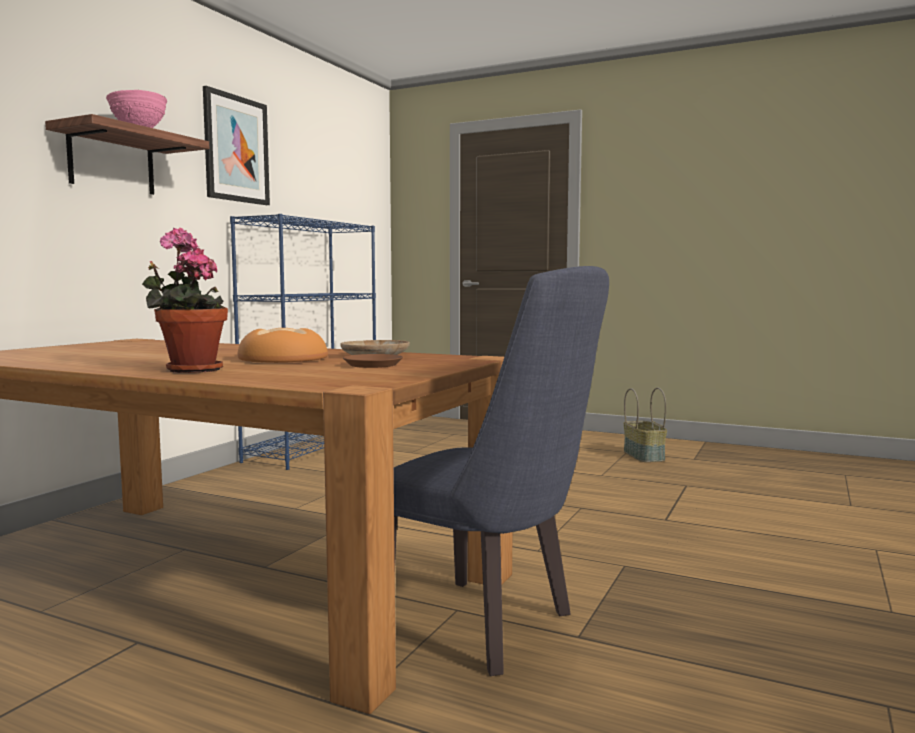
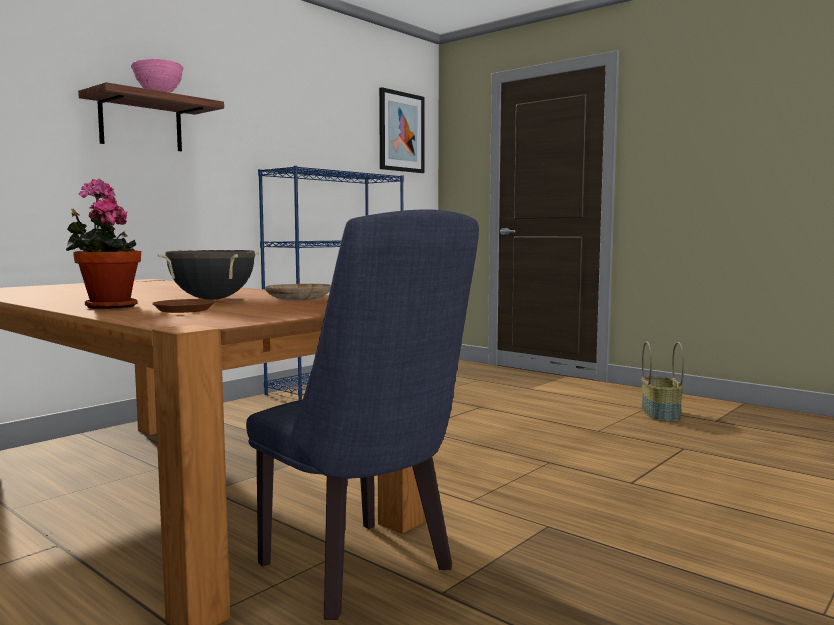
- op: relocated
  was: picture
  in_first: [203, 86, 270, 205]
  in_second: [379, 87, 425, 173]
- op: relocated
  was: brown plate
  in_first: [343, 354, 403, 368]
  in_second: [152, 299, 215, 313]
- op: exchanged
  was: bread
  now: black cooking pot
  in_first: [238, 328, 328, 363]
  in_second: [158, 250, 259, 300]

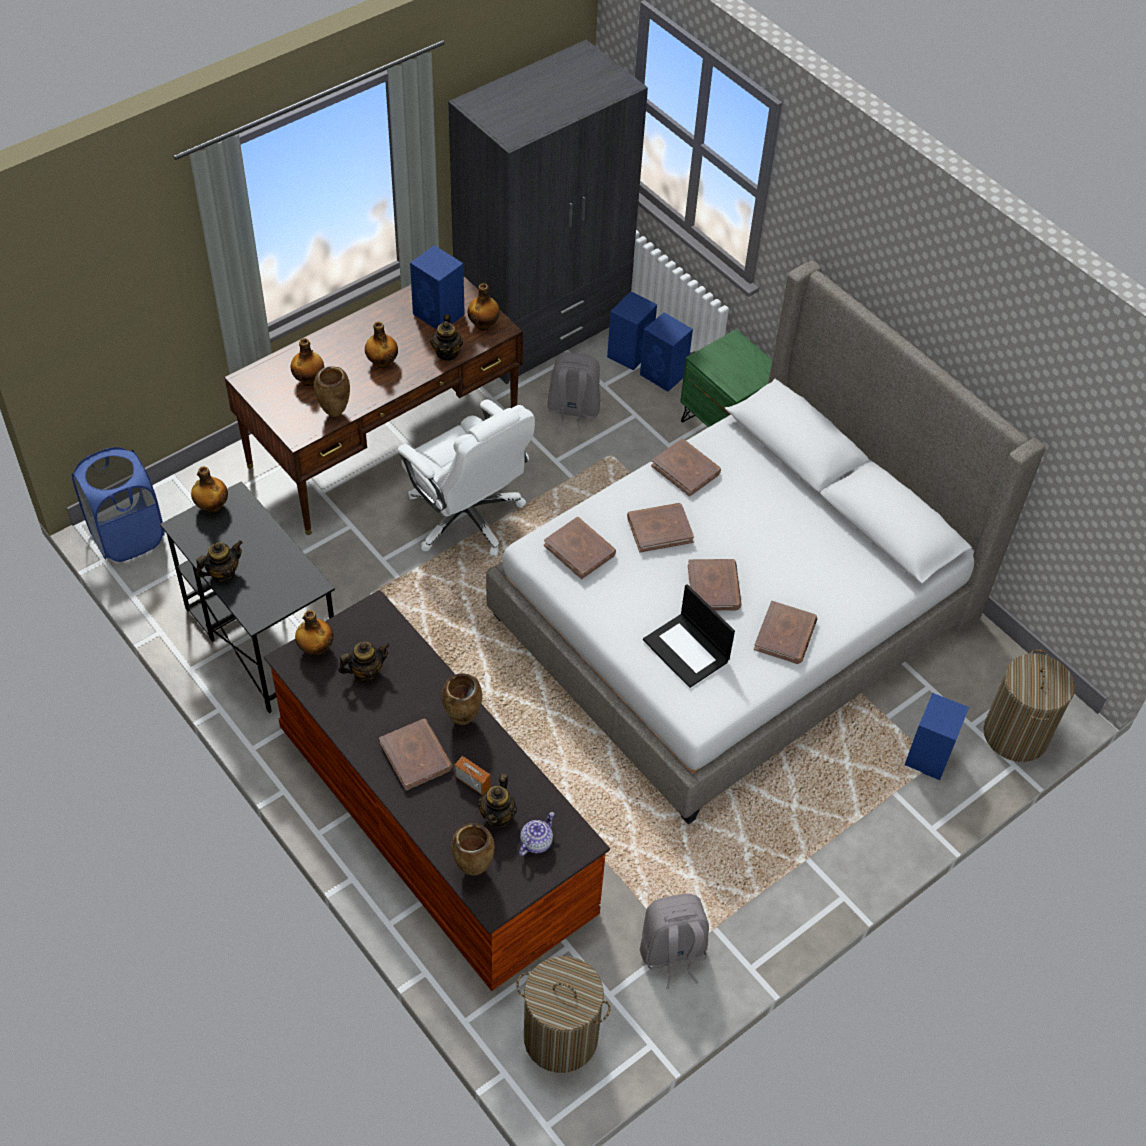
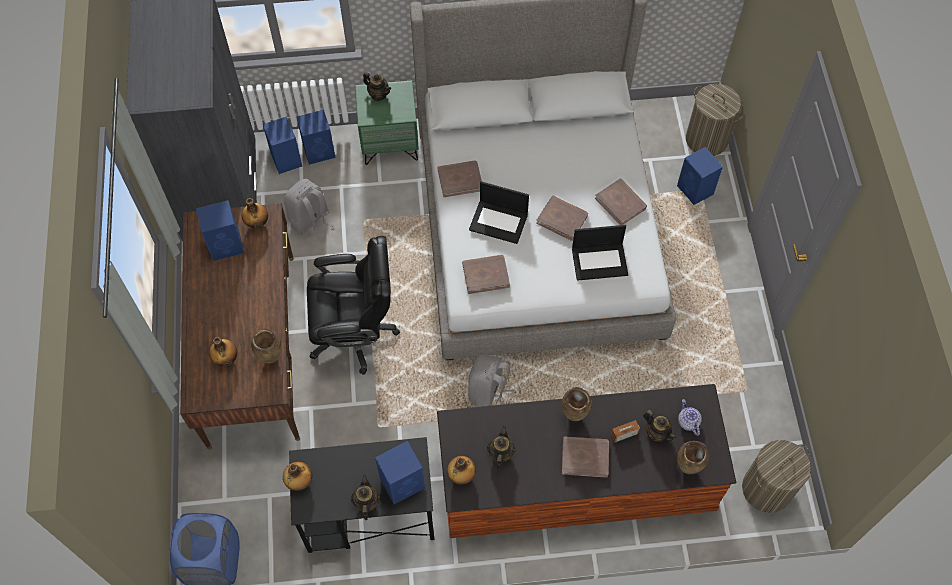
- op: missing
  was: bottle
  in_first: [365, 322, 398, 368]
- op: appeared
  now: blue speaker
  in_second: [375, 441, 425, 504]
- op: relocated
  was: teapot
  in_first: [430, 314, 463, 361]
  in_second: [363, 72, 391, 101]
- op: relocated
  was: grey backpack
  in_first: [640, 894, 709, 989]
  in_second: [468, 354, 515, 407]
- op: exchanged
  was: brown book
  now: laptop
  in_first: [627, 503, 694, 552]
  in_second: [469, 181, 529, 244]
- op: colour
  was: white office chair
  now: black office chair
  in_first: [397, 399, 535, 556]
  in_second: [307, 236, 400, 375]

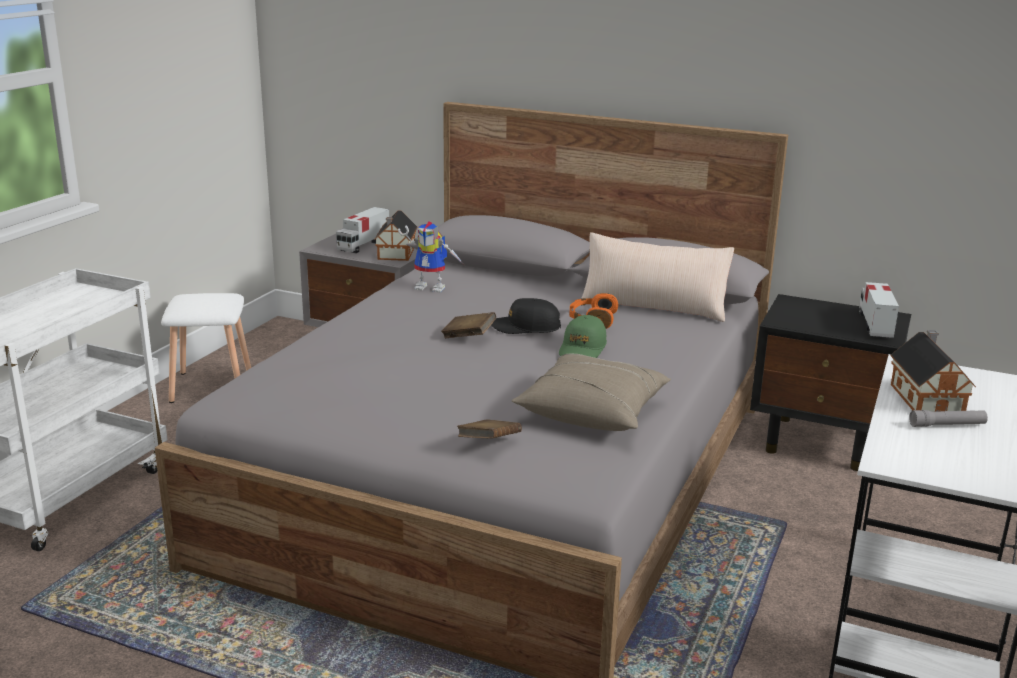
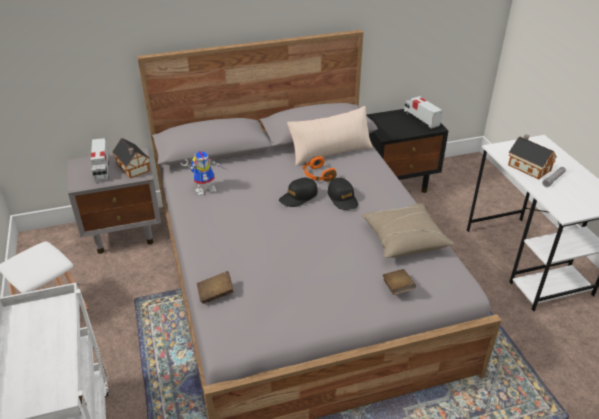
- op: relocated
  was: brown book
  in_first: [441, 312, 496, 338]
  in_second: [197, 271, 234, 304]
- op: colour
  was: green cap
  now: black cap
  in_first: [559, 315, 607, 358]
  in_second: [328, 178, 358, 210]

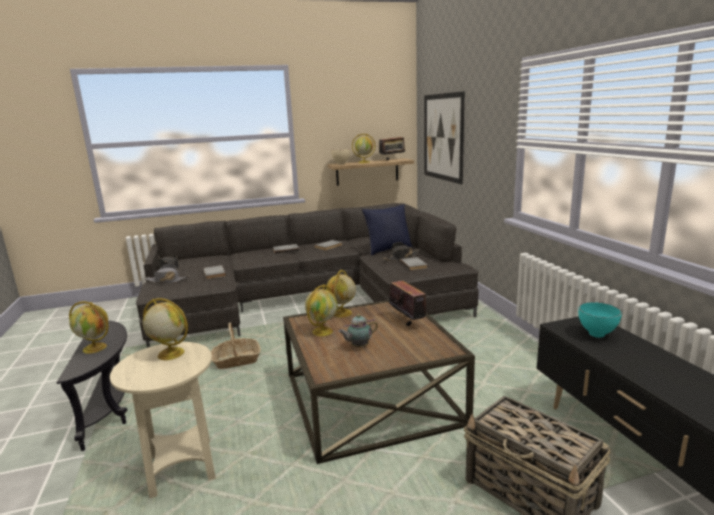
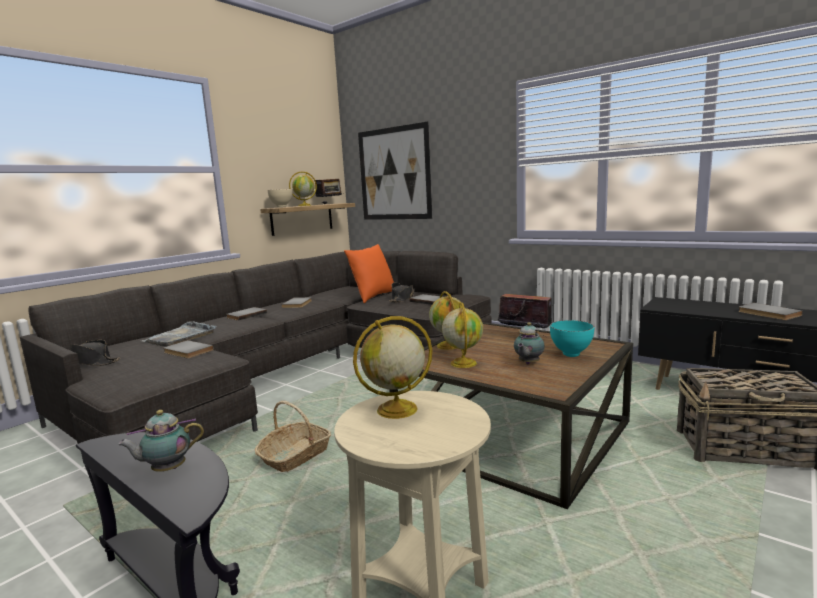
- op: missing
  was: grey hat
  in_first: [145, 264, 189, 283]
- op: appeared
  now: grey tray
  in_second: [142, 321, 217, 347]
- op: appeared
  now: grey book
  in_second: [738, 303, 803, 320]
- op: relocated
  was: turquoise bowl
  in_first: [578, 302, 622, 338]
  in_second: [550, 320, 594, 357]
- op: exchanged
  was: globe
  now: teapot
  in_first: [69, 301, 108, 354]
  in_second: [118, 410, 204, 472]
- op: colour
  was: blue pillow
  now: orange pillow
  in_first: [362, 204, 413, 255]
  in_second: [344, 244, 394, 303]

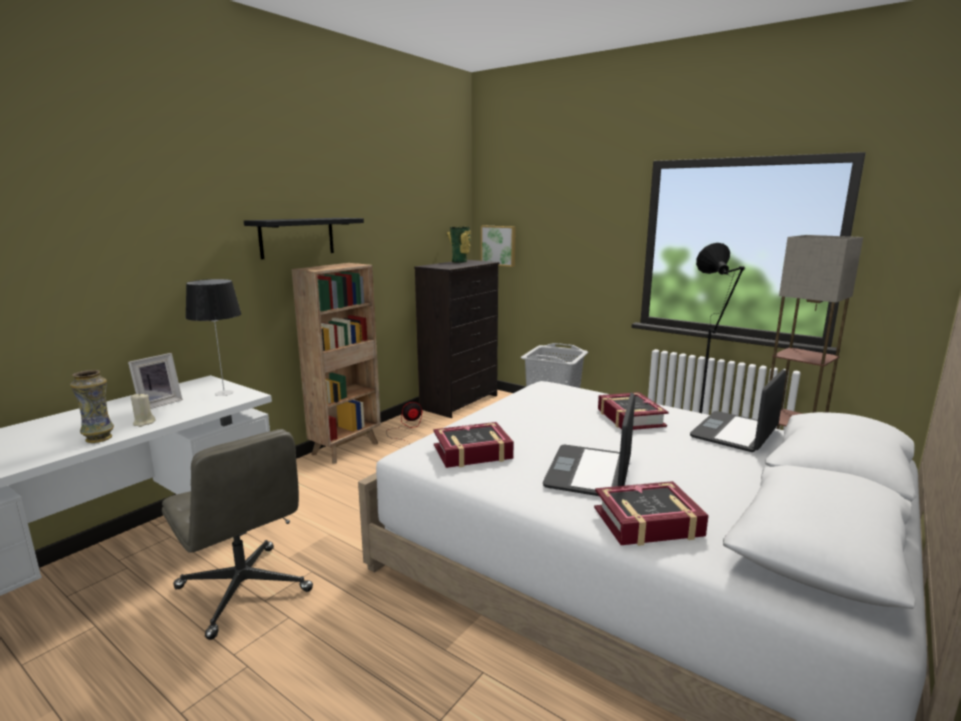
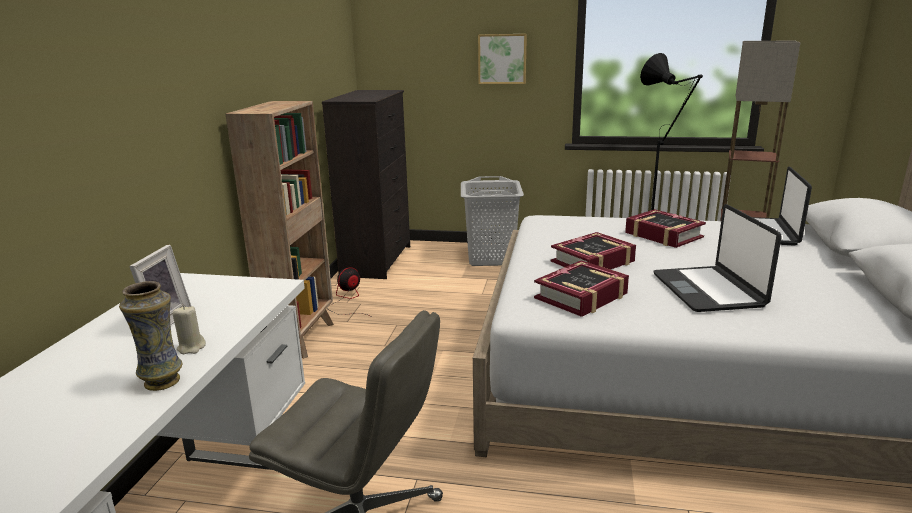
- op: missing
  was: table lamp
  in_first: [185, 279, 241, 396]
- op: missing
  was: black shelf
  in_first: [244, 218, 364, 259]
- op: missing
  was: vase
  in_first: [447, 227, 471, 263]
- op: relocated
  was: picture
  in_first: [481, 226, 516, 267]
  in_second: [478, 34, 527, 84]
- op: relocated
  was: book
  in_first: [594, 481, 709, 546]
  in_second: [550, 232, 636, 270]

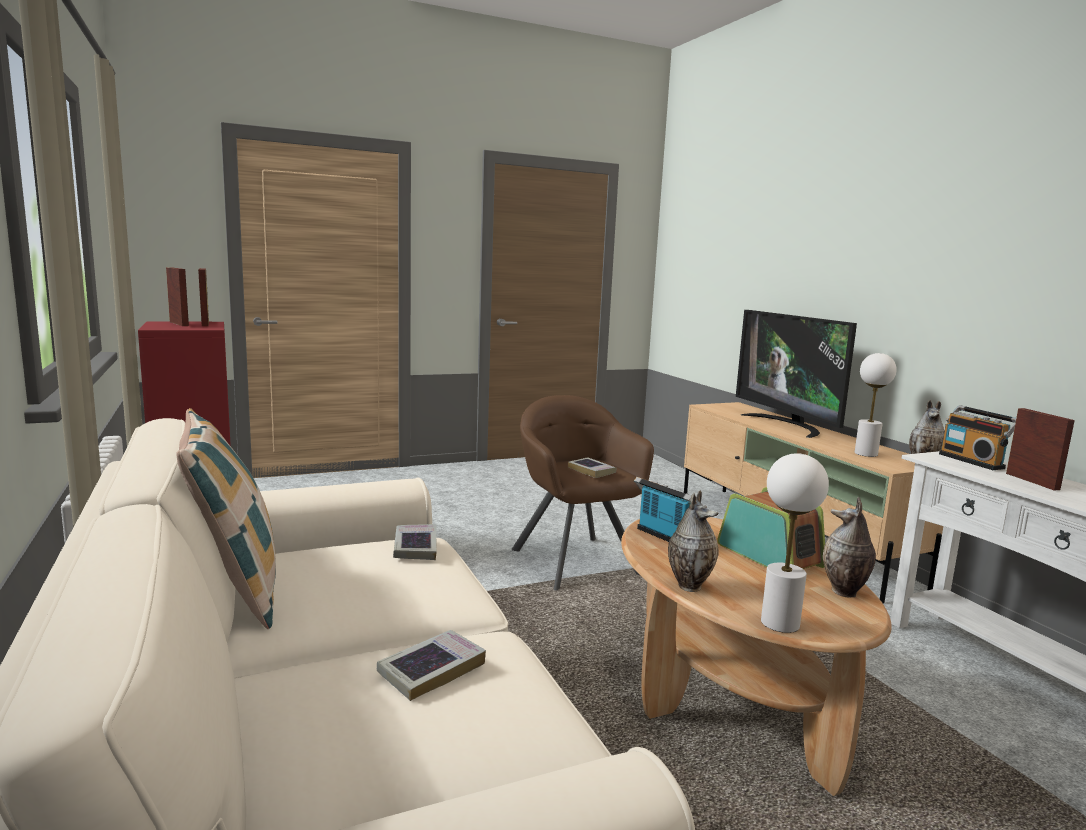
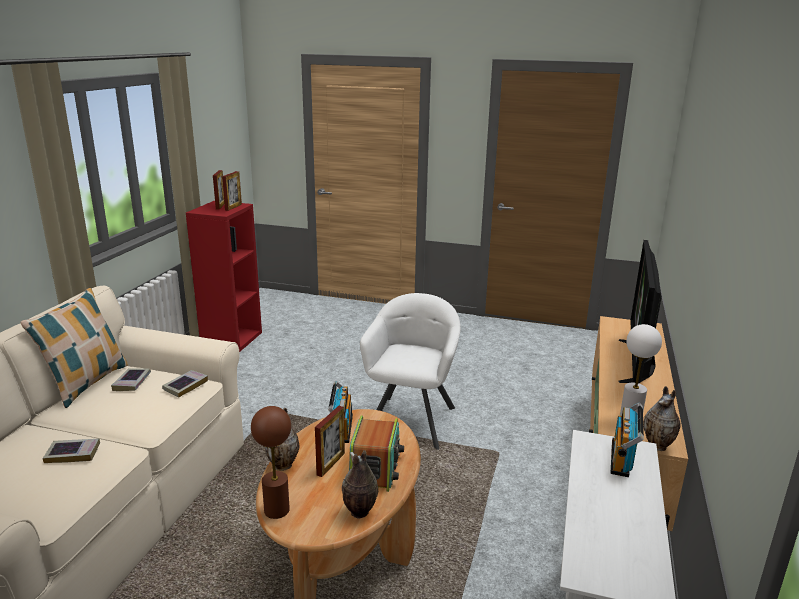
- op: relocated
  was: book
  in_first: [568, 457, 616, 478]
  in_second: [111, 369, 151, 391]
- op: relocated
  was: picture frame
  in_first: [1006, 408, 1075, 490]
  in_second: [315, 406, 345, 477]
- op: colour
  was: brown armchair
  now: white armchair
  in_first: [512, 395, 654, 591]
  in_second: [360, 293, 461, 450]
- op: colour
  was: white table lamp
  now: brown table lamp
  in_first: [761, 453, 829, 633]
  in_second: [251, 406, 291, 519]

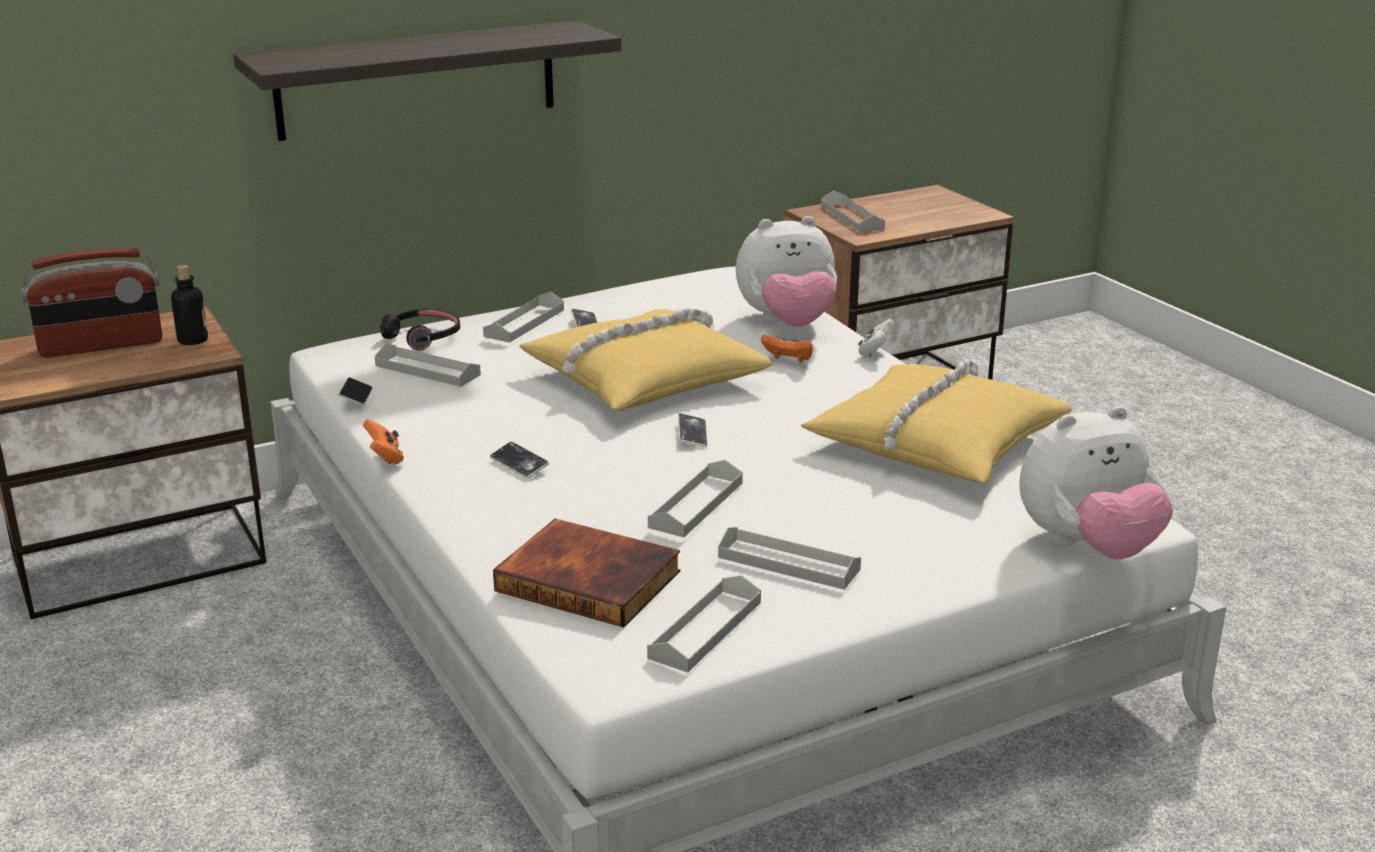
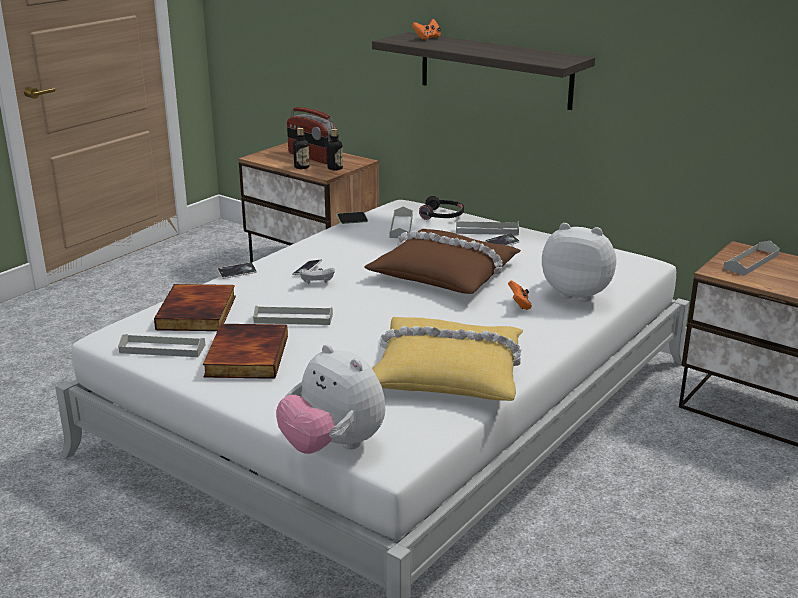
- op: appeared
  now: bottle
  in_second: [293, 128, 310, 169]
- op: relocated
  was: orange game controller
  in_first: [363, 419, 404, 464]
  in_second: [412, 19, 441, 40]
- op: relocated
  was: phone
  in_first: [678, 414, 708, 447]
  in_second: [217, 262, 257, 279]
- op: relocated
  was: white game controller
  in_first: [858, 319, 894, 357]
  in_second: [299, 267, 335, 284]
- op: exchanged
  was: grey tray
  now: book
  in_first: [718, 527, 861, 590]
  in_second: [203, 324, 288, 379]
- op: colour
  was: yellow pillow
  now: brown pillow
  in_first: [519, 308, 772, 410]
  in_second: [364, 229, 521, 294]
- op: spun
  was: plush toy
  in_first: [736, 216, 837, 327]
  in_second: [542, 223, 616, 302]
  clockwise: 150

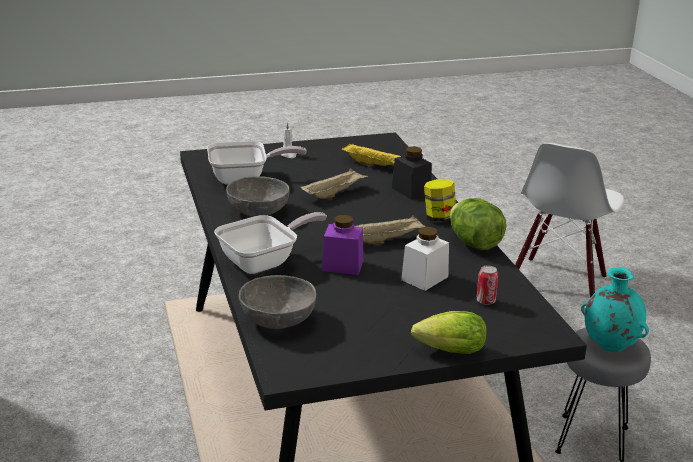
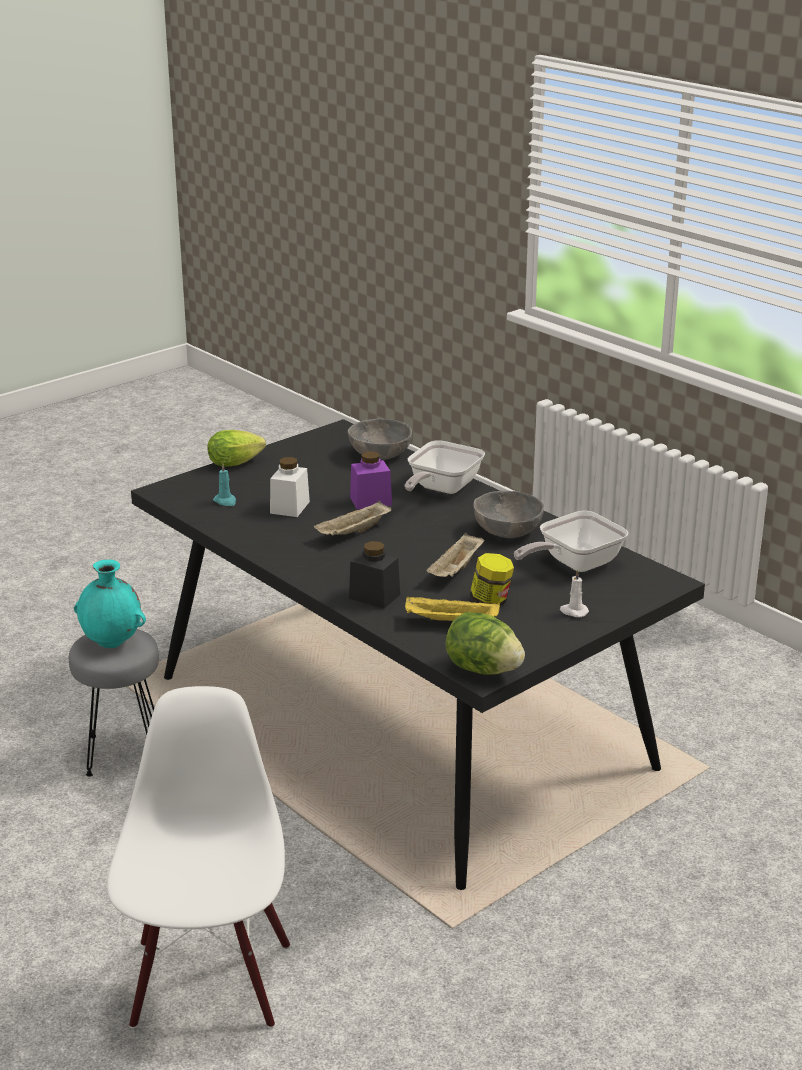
- op: relocated
  was: jar
  in_first: [424, 179, 456, 222]
  in_second: [470, 553, 514, 606]
- op: relocated
  was: lettuce
  in_first: [450, 198, 506, 250]
  in_second: [445, 612, 525, 675]
- op: exchanged
  was: can
  now: turquoise candle
  in_first: [476, 265, 498, 305]
  in_second: [213, 463, 236, 506]

